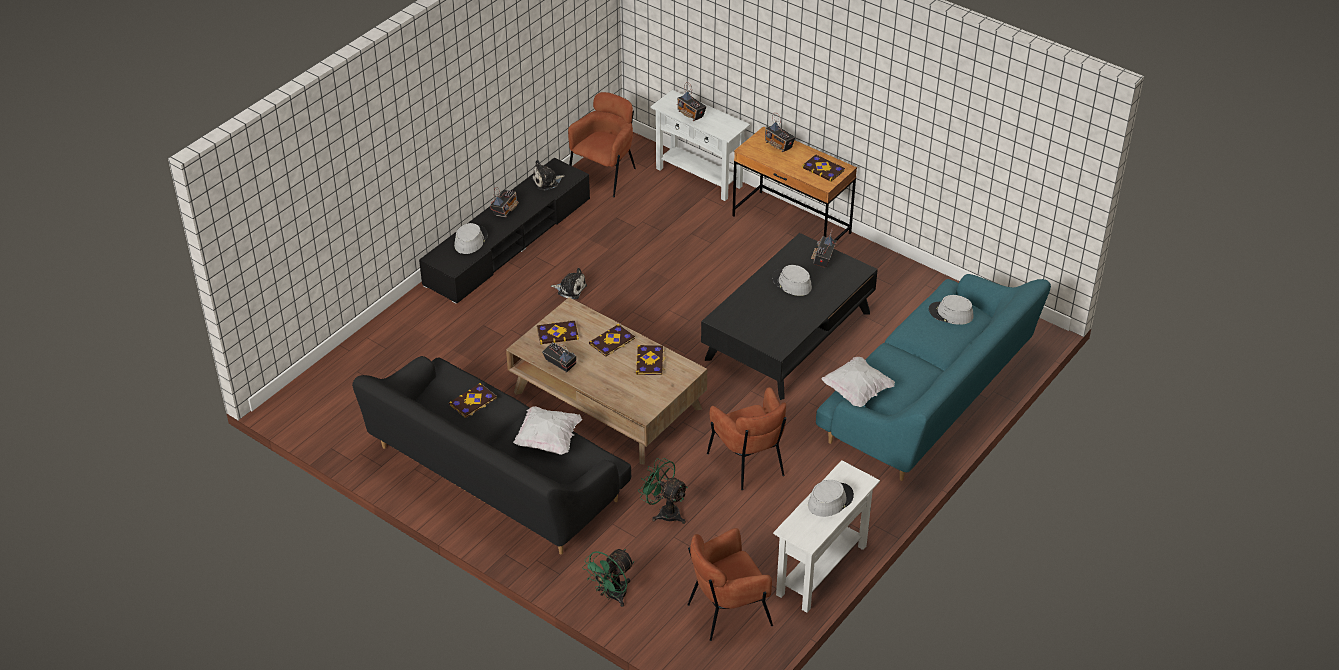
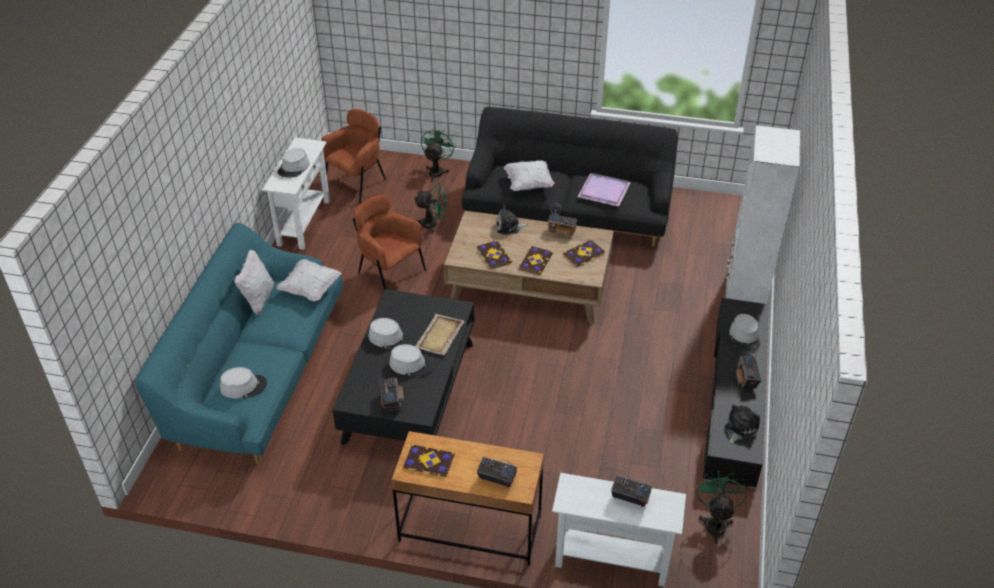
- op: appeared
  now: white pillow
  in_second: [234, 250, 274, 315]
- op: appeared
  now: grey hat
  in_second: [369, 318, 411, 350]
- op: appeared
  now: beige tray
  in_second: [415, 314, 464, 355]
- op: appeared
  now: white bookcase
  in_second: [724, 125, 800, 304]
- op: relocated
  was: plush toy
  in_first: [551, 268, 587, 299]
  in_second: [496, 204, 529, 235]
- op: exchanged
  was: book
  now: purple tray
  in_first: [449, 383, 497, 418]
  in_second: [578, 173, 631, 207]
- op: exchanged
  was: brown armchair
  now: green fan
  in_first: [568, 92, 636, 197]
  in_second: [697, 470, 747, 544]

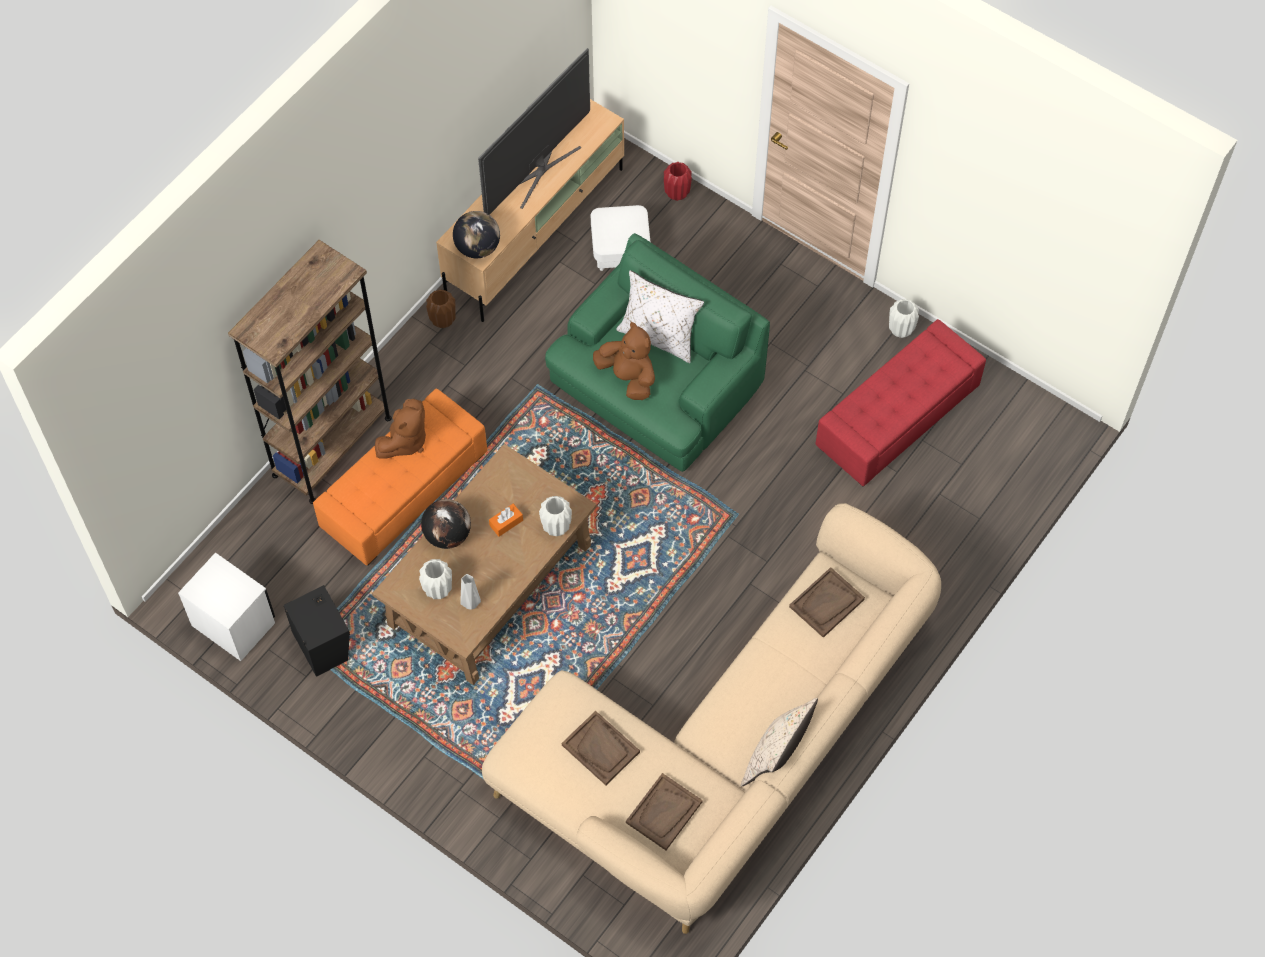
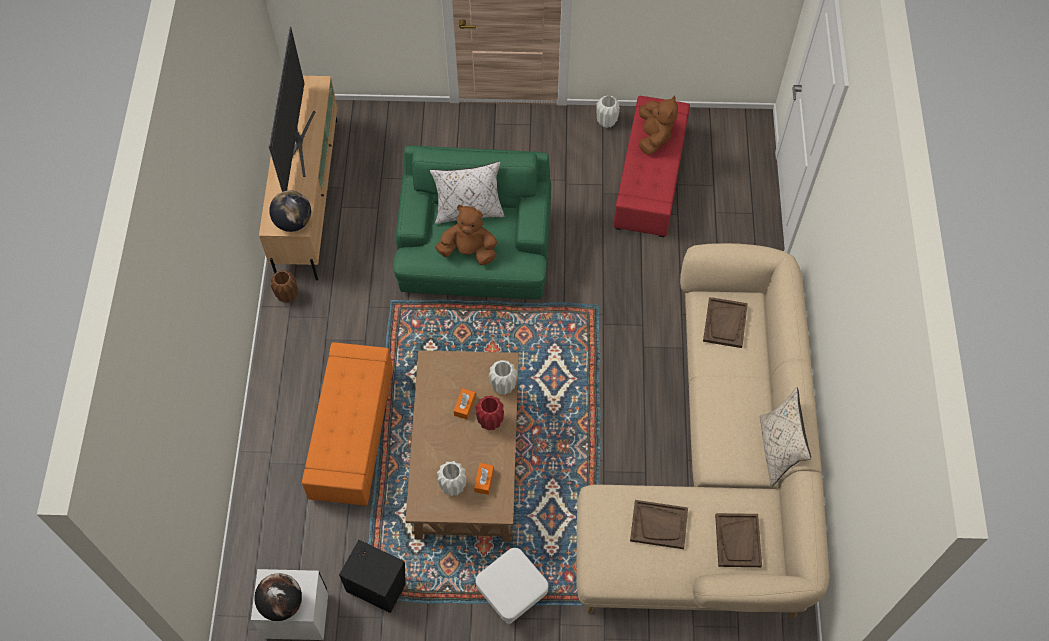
- op: missing
  was: brown bookcase
  in_first: [228, 240, 392, 504]
- op: relocated
  was: brown plush toy
  in_first: [375, 399, 426, 459]
  in_second: [639, 95, 678, 155]
- op: relocated
  was: globe
  in_first: [421, 499, 471, 549]
  in_second: [254, 573, 302, 621]
- op: relocated
  was: white ottoman
  in_first: [591, 205, 650, 271]
  in_second: [476, 548, 548, 624]
- op: relocated
  was: red vase
  in_first: [664, 162, 692, 201]
  in_second: [476, 396, 504, 430]
- op: exchanged
  was: grey vase
  now: orange tissue box
  in_first: [460, 574, 481, 610]
  in_second: [474, 463, 494, 495]

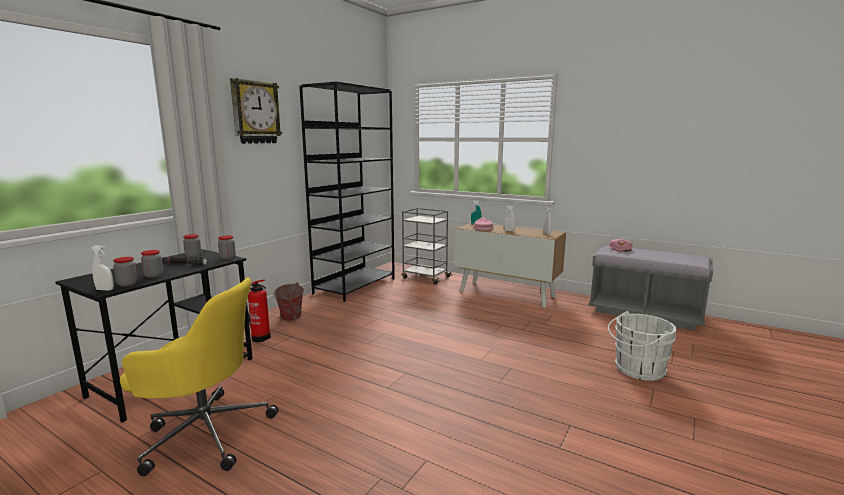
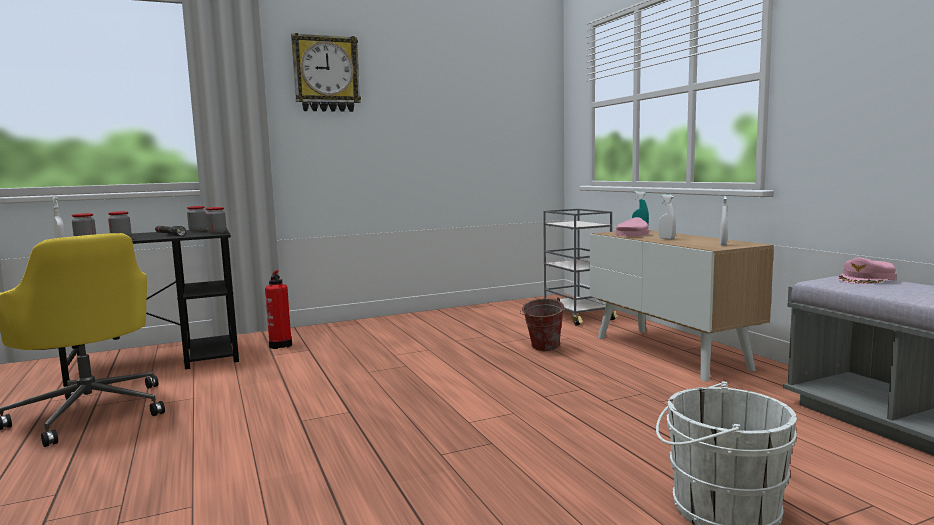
- op: missing
  was: black bookcase
  in_first: [299, 81, 395, 302]
- op: relocated
  was: bucket
  in_first: [273, 282, 304, 320]
  in_second: [520, 298, 564, 351]

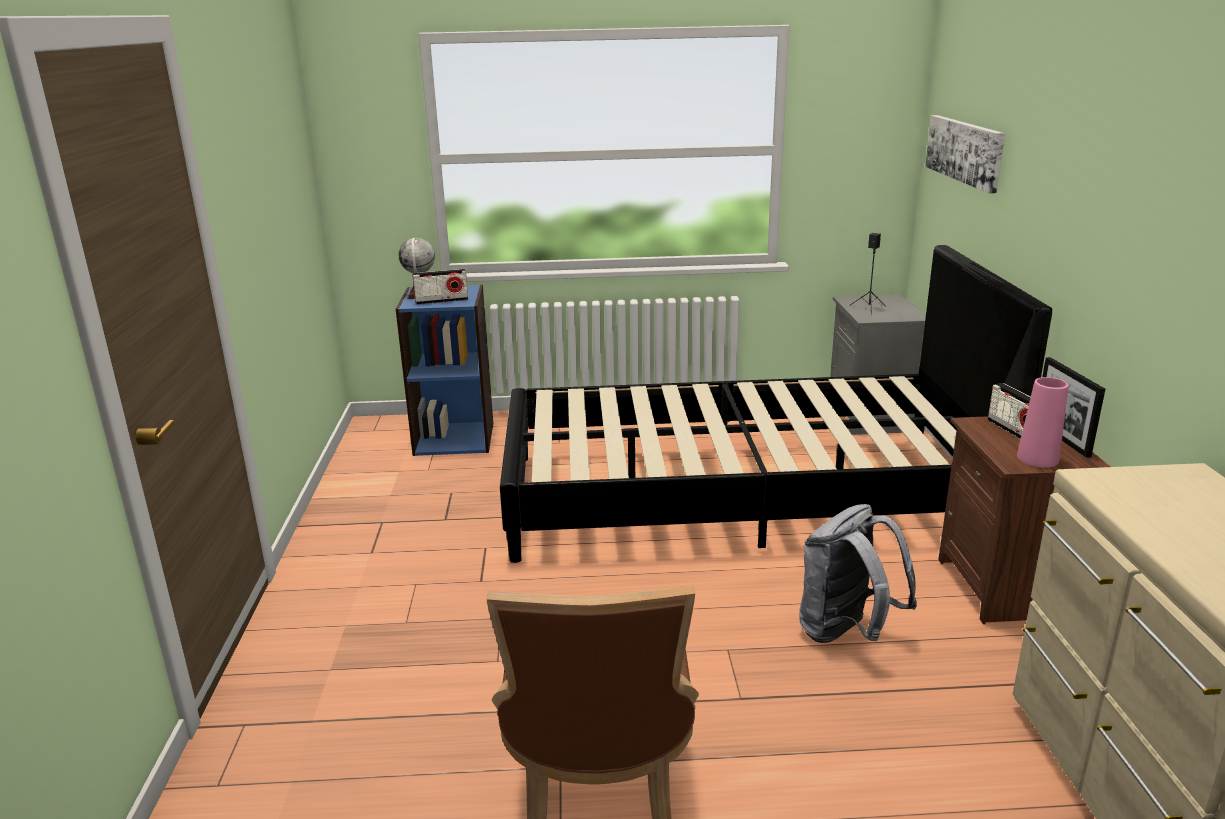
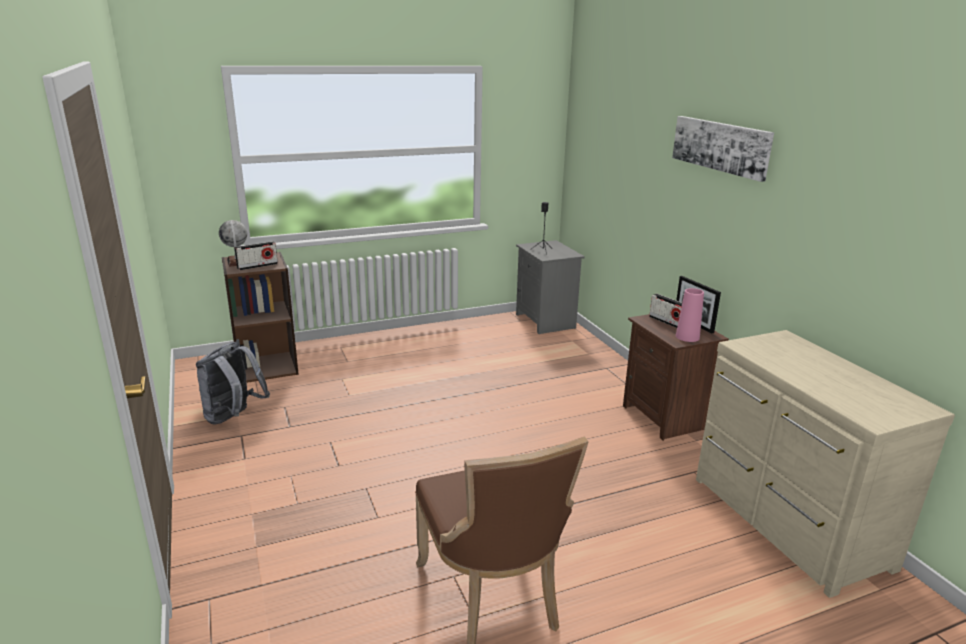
- op: missing
  was: black bed
  in_first: [500, 245, 1052, 563]
- op: relocated
  was: grey backpack
  in_first: [799, 504, 917, 643]
  in_second: [196, 342, 270, 425]
- op: relocated
  was: picture
  in_first: [925, 115, 1005, 194]
  in_second: [672, 116, 774, 182]
- op: colour
  was: blue bookcase
  now: brown bookcase
  in_first: [396, 285, 493, 456]
  in_second: [222, 252, 299, 383]

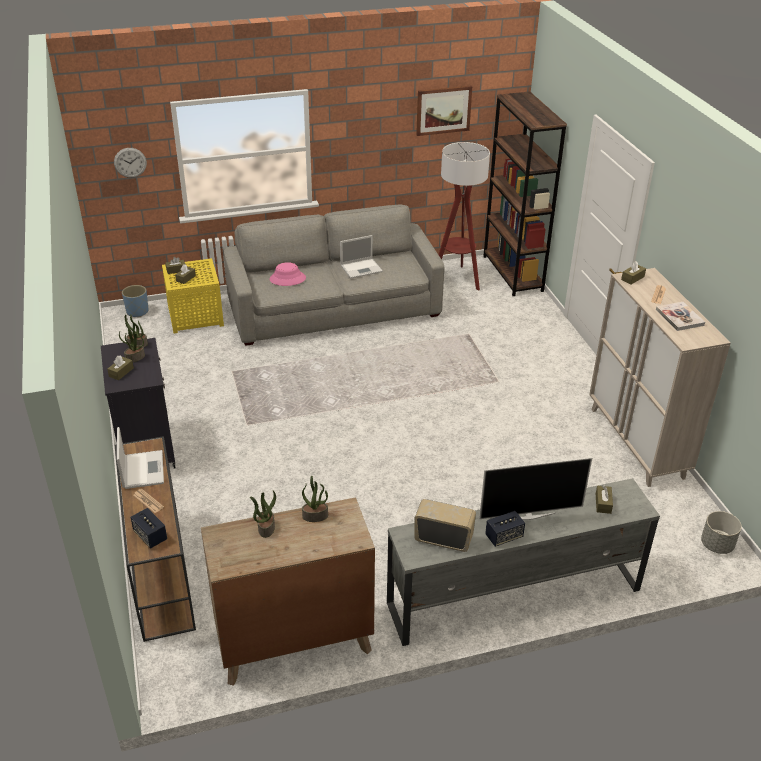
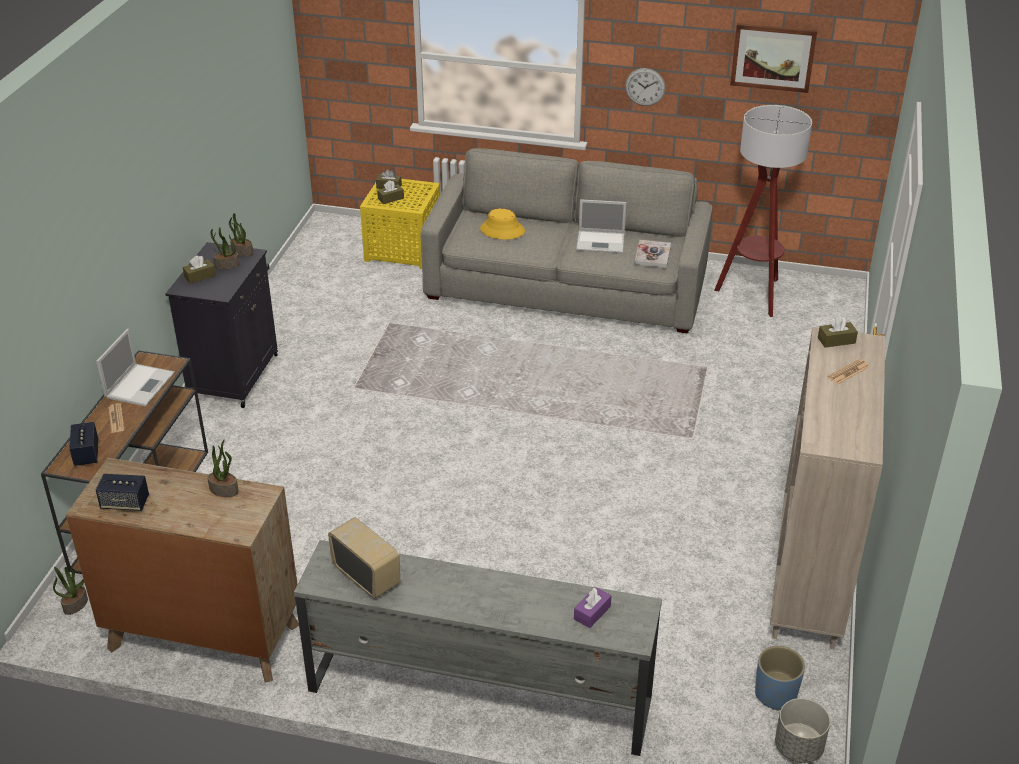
- op: missing
  was: television
  in_first: [479, 457, 592, 520]
- op: missing
  was: brown bookcase
  in_first: [483, 92, 567, 296]
- op: relocated
  was: wall clock
  in_first: [114, 148, 147, 178]
  in_second: [625, 68, 665, 106]
- op: relocated
  was: blue planter
  in_first: [122, 285, 149, 317]
  in_second: [755, 646, 805, 710]
- op: relocated
  was: potted plant
  in_first: [250, 491, 276, 538]
  in_second: [53, 567, 88, 615]
- op: relocated
  was: speaker
  in_first: [485, 511, 525, 547]
  in_second: [96, 474, 149, 511]
- op: relocated
  was: book
  in_first: [656, 302, 705, 331]
  in_second: [634, 240, 671, 268]
- op: colour
  was: pink hat
  now: yellow hat
  in_first: [270, 262, 306, 286]
  in_second: [480, 209, 525, 240]
- op: colour
  was: brown tissue box
  now: purple tissue box
  in_first: [596, 485, 613, 514]
  in_second: [574, 587, 611, 628]

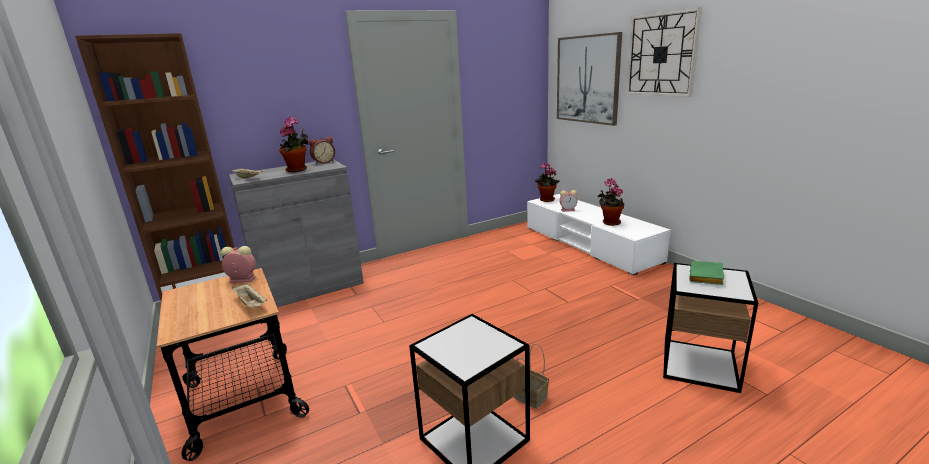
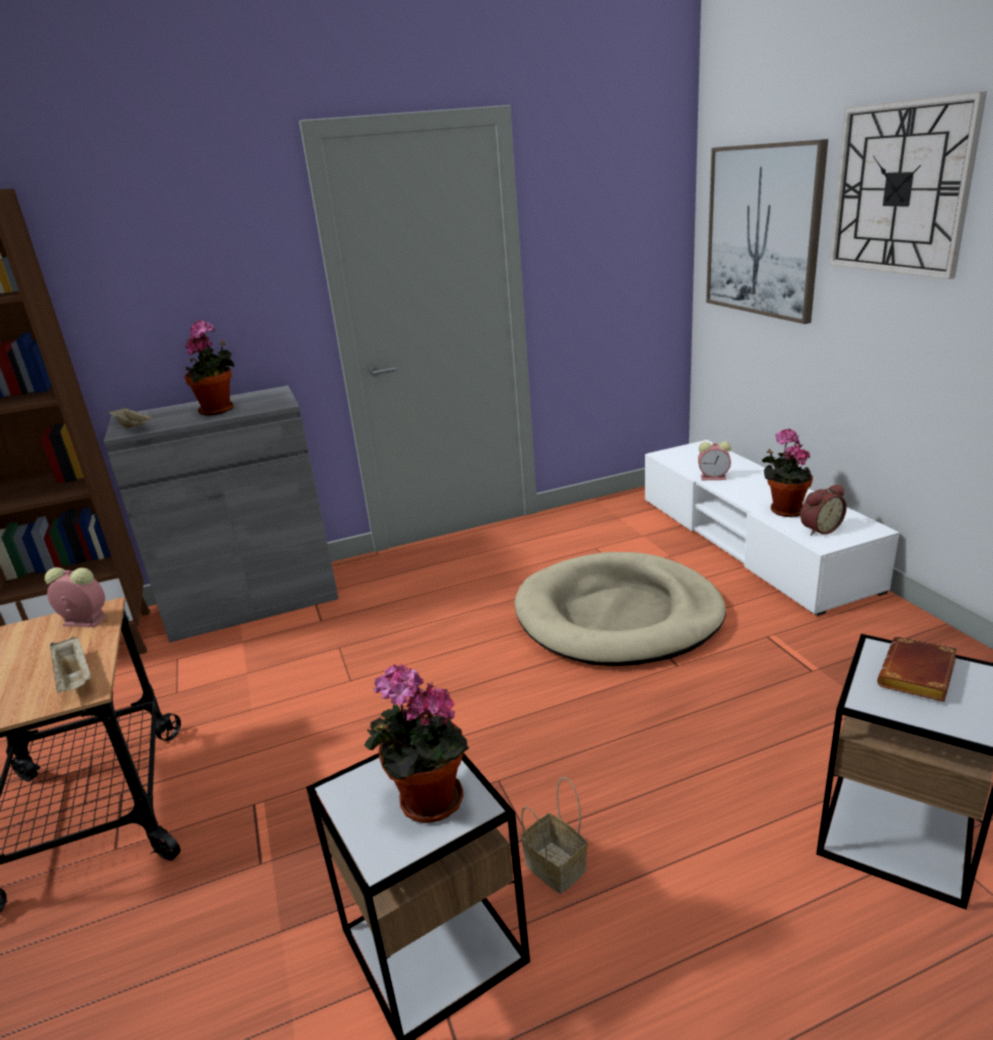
- op: appeared
  now: beige dog bed
  in_second: [514, 552, 726, 666]
- op: relocated
  was: alarm clock
  in_first: [309, 137, 335, 164]
  in_second: [800, 484, 847, 536]
- op: relocated
  was: potted plant
  in_first: [535, 162, 560, 202]
  in_second: [364, 665, 469, 823]
- op: colour
  was: green book
  now: brown book
  in_first: [689, 261, 724, 285]
  in_second: [877, 637, 957, 702]

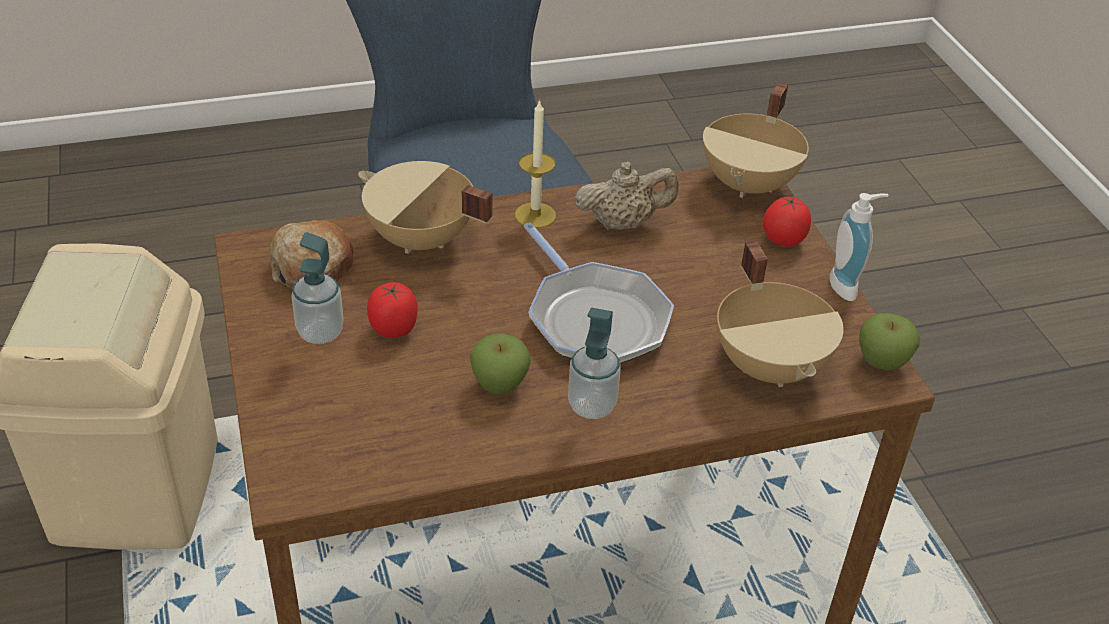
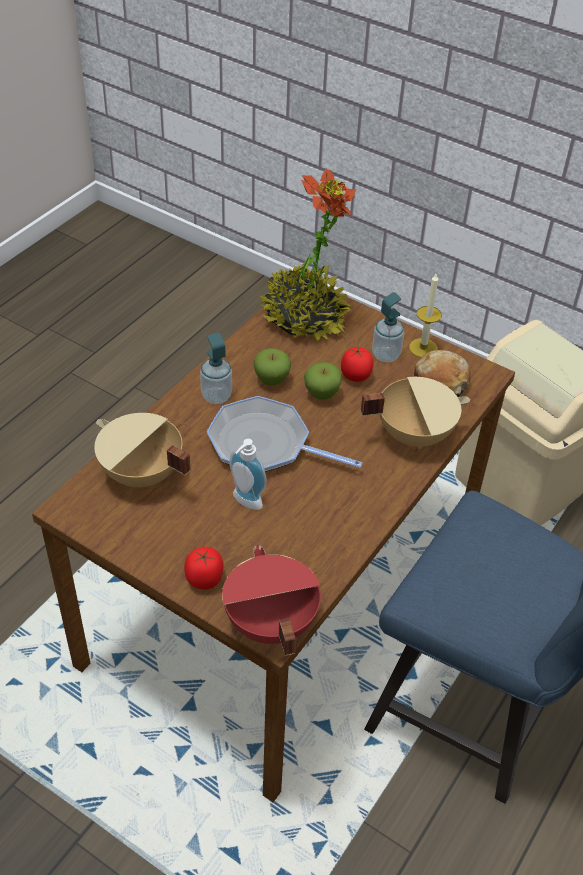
- op: missing
  was: beige teapot
  in_first: [575, 161, 678, 230]
- op: appeared
  now: potted plant
  in_second: [259, 168, 356, 342]
- op: relocated
  was: candle
  in_first: [515, 99, 556, 228]
  in_second: [409, 274, 442, 358]
- op: relocated
  was: soap dispenser
  in_first: [830, 193, 889, 301]
  in_second: [230, 439, 267, 510]
- op: relocated
  was: apple
  in_first: [859, 313, 920, 370]
  in_second: [304, 362, 342, 400]
- op: colour
  was: beige cooking pot
  now: red cooking pot
  in_first: [703, 82, 809, 198]
  in_second: [222, 545, 321, 656]

